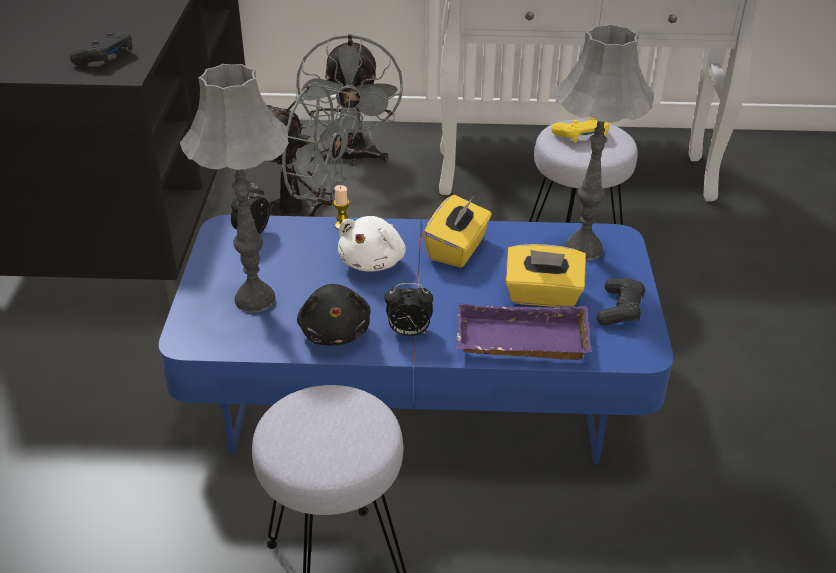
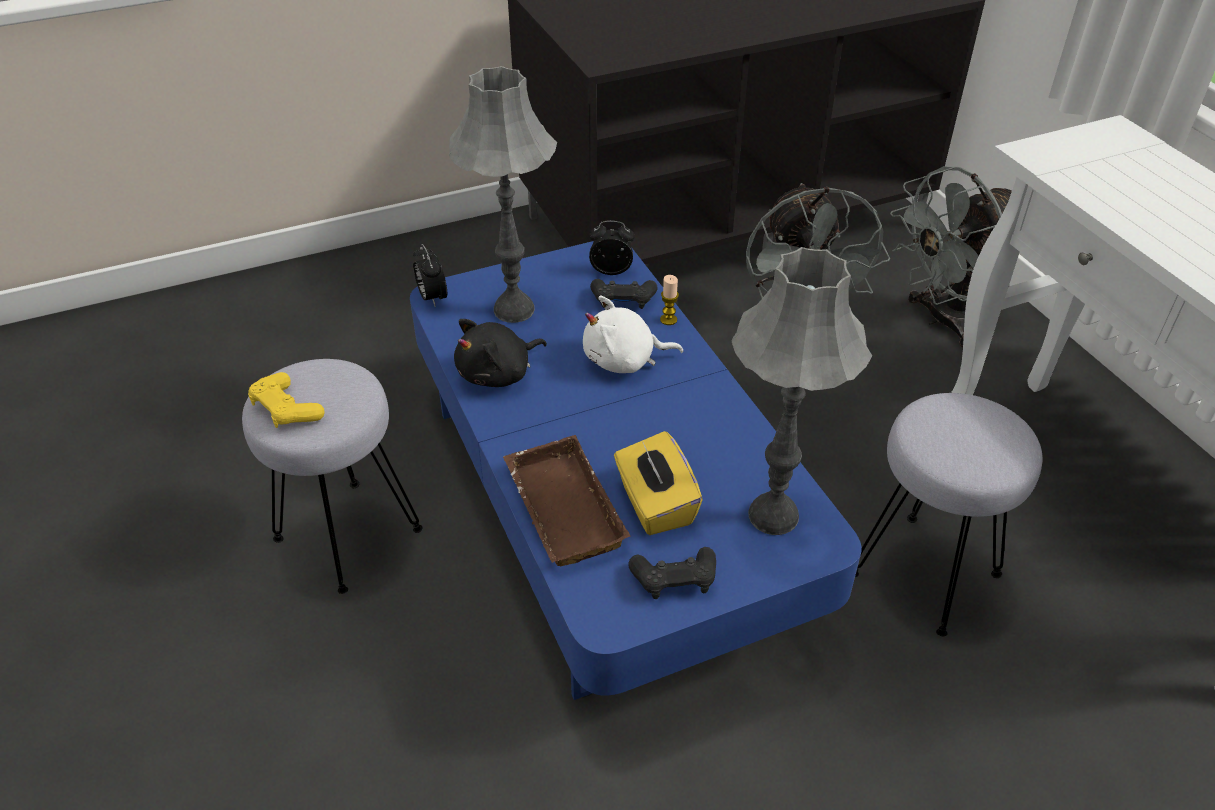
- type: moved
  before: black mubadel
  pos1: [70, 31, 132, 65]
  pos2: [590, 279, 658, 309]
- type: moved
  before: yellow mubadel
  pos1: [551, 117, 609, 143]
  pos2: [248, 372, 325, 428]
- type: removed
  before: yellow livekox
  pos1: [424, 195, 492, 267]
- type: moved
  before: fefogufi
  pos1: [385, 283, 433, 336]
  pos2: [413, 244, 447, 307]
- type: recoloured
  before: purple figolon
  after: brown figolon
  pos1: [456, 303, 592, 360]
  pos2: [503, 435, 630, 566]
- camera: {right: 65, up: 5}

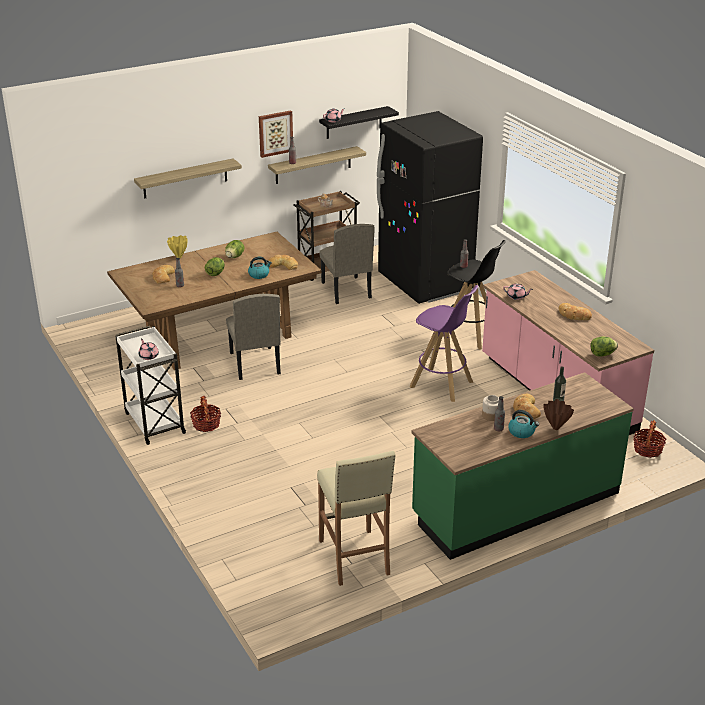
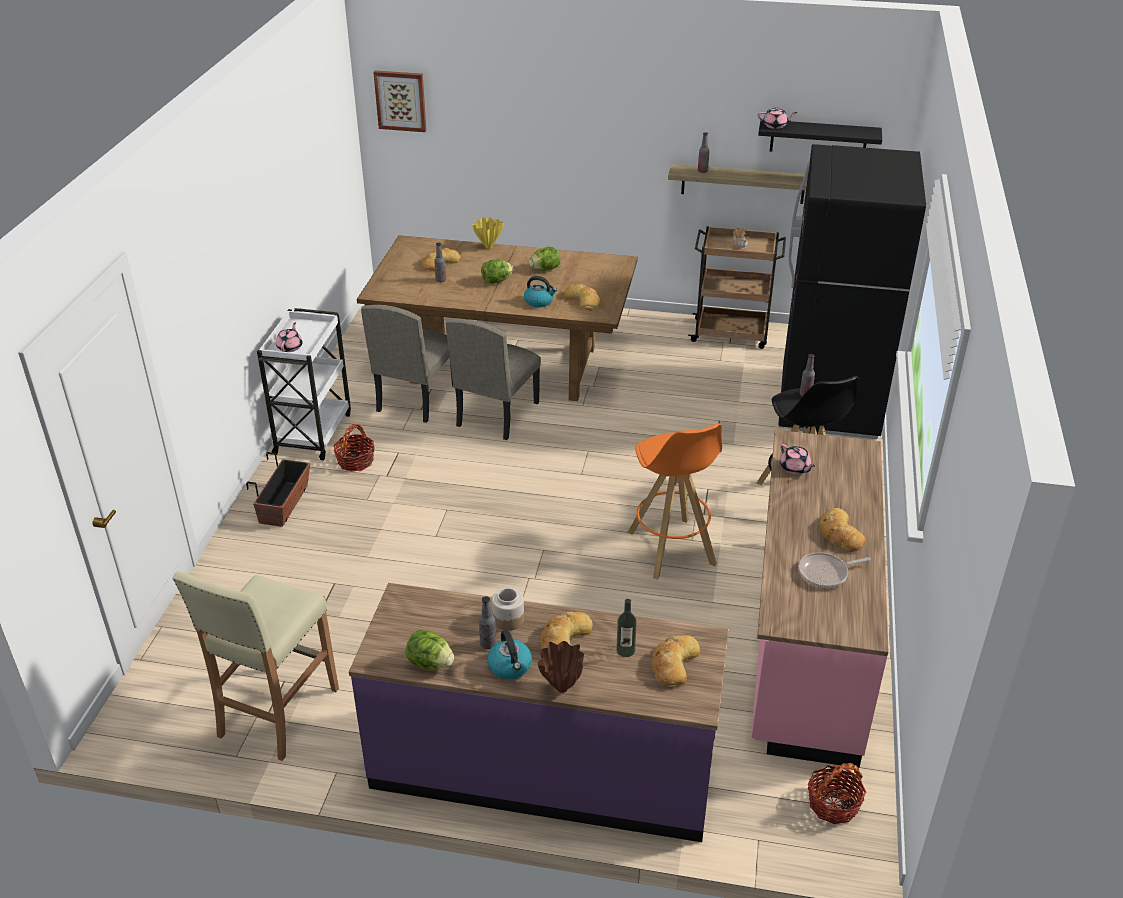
- type: moved
  before: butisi
  pos1: [259, 110, 293, 158]
  pos2: [373, 70, 427, 132]
- type: removed
  before: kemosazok
  pos1: [134, 158, 242, 198]
- type: moved
  before: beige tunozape
  pos1: [319, 224, 375, 304]
  pos2: [361, 305, 453, 423]
- type: recoloured
  before: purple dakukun
  after: orange dakukun
  pos1: [410, 285, 478, 402]
  pos2: [627, 423, 722, 580]
- type: moved
  before: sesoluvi
  pos1: [590, 336, 618, 357]
  pos2: [405, 630, 454, 670]
- type: recoloured
  before: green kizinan
  after: purple kizinan
  pos1: [411, 372, 634, 560]
  pos2: [349, 583, 729, 842]
- type: added
  after: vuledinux
  pos2: [246, 452, 310, 527]
- type: added
  after: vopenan
  pos2: [798, 552, 871, 588]
- type: added
  after: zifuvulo
  pos2: [652, 635, 700, 686]
- camera: {right: 40, up: 5}

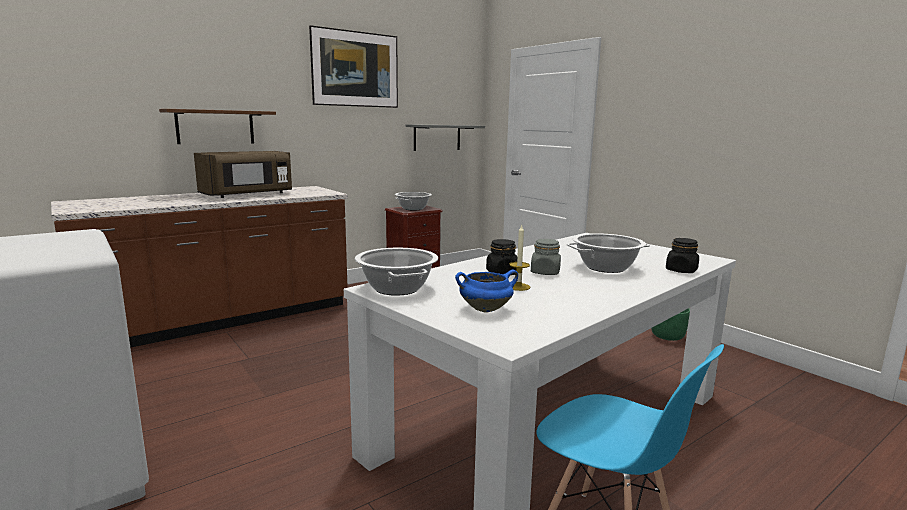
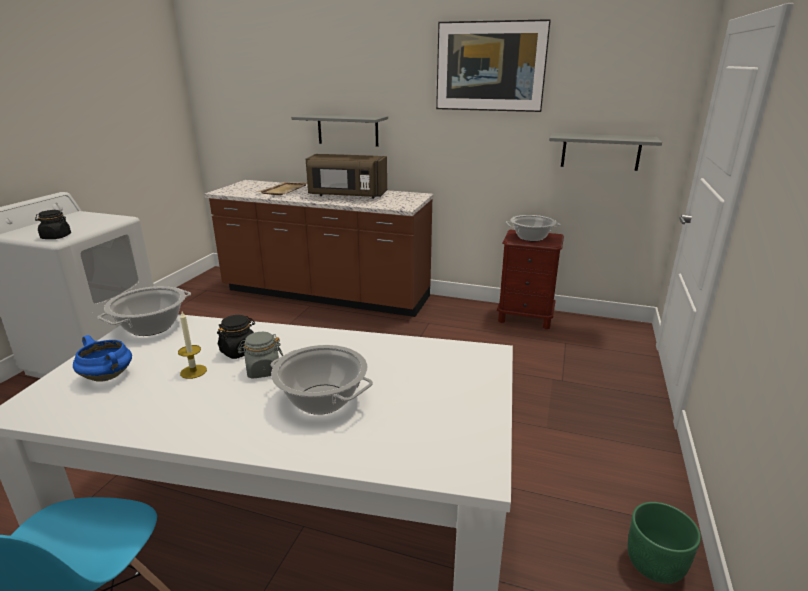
- type: recoloured
  before: brown kemosazok
  after: grey kemosazok
  pos1: [159, 109, 276, 144]
  pos2: [291, 114, 388, 147]
- type: moved
  before: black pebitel
  pos1: [666, 238, 699, 273]
  pos2: [35, 210, 71, 239]
- type: added
  after: beige figolon
  pos2: [256, 182, 307, 195]
- camera: {right: 55, up: 10}

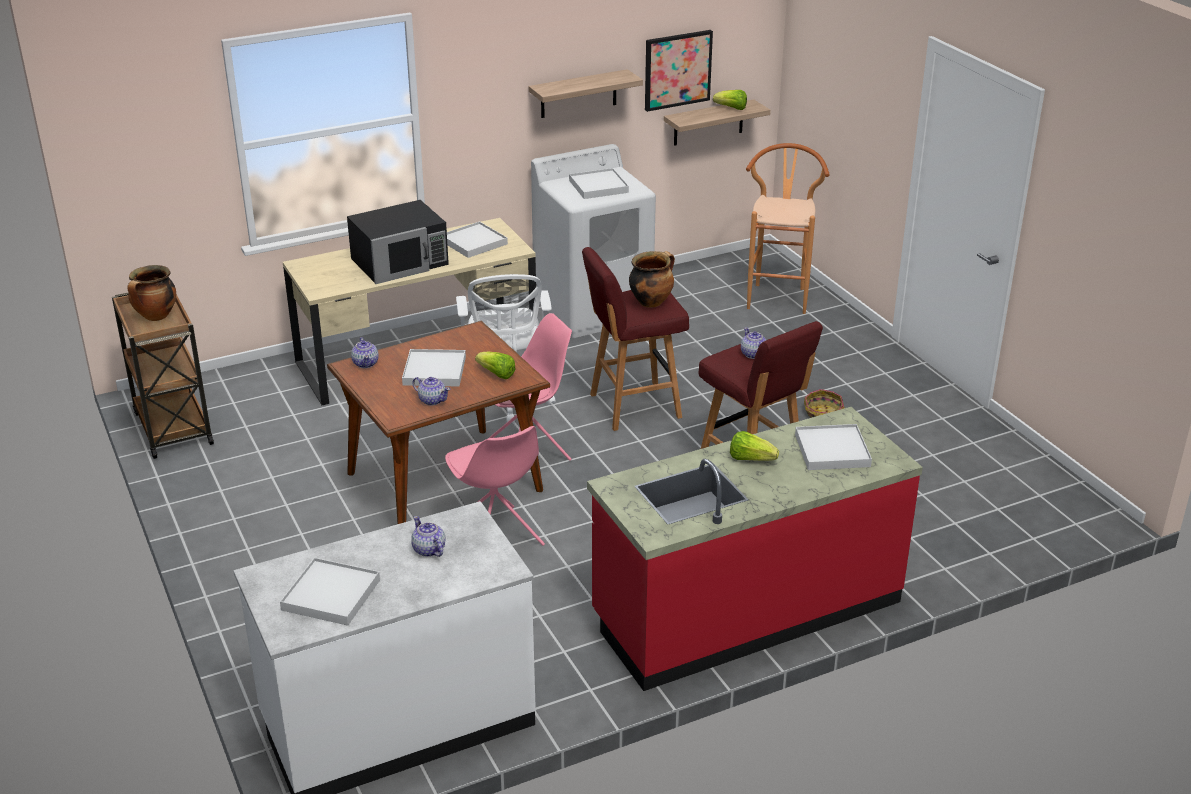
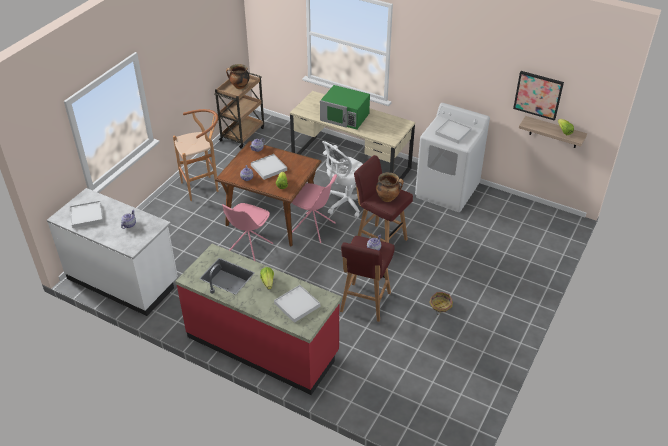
- type: removed
  before: kemosazok
  pos1: [529, 69, 643, 118]
- type: moved
  before: brown dakukun
  pos1: [746, 143, 830, 314]
  pos2: [173, 109, 219, 201]
- type: recoloured
  before: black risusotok
  after: green risusotok
  pos1: [347, 200, 449, 284]
  pos2: [320, 85, 370, 130]
- type: removed
  before: white figolon
  pos1: [447, 221, 508, 258]
- camera: {right: 55, up: 10}

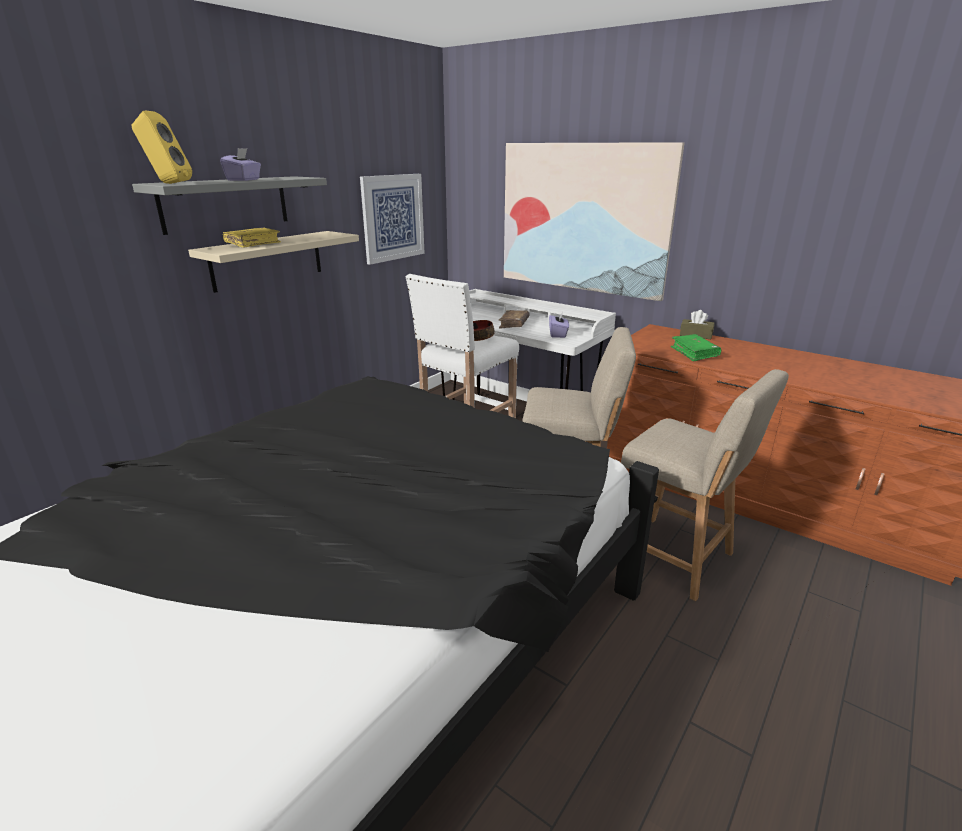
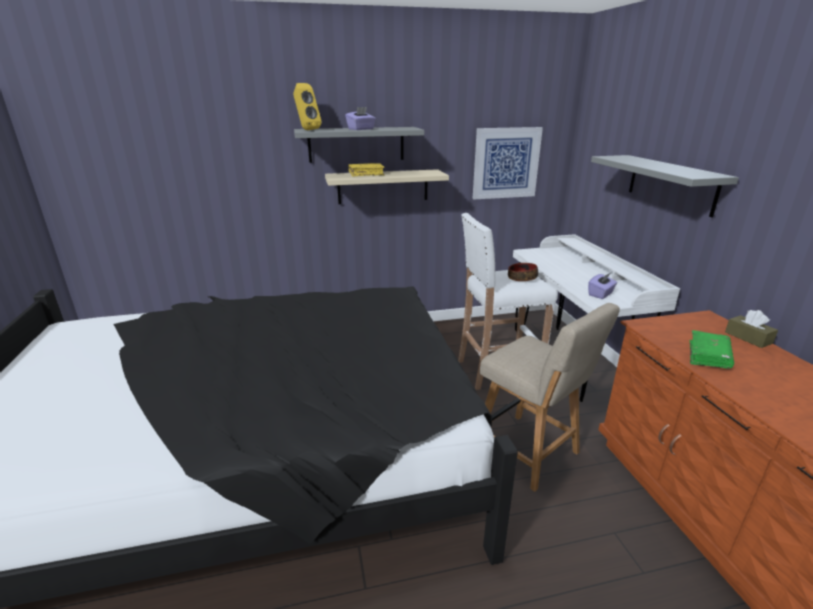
- type: replaced
  before: butisi
  after: grey kemosazok
  pos1: [504, 142, 685, 301]
  pos2: [591, 155, 739, 217]
- type: removed
  before: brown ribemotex
  pos1: [498, 310, 530, 328]
- type: removed
  before: beige tunozape
  pos1: [621, 369, 789, 601]
- camera: {right: 40, up: 0}

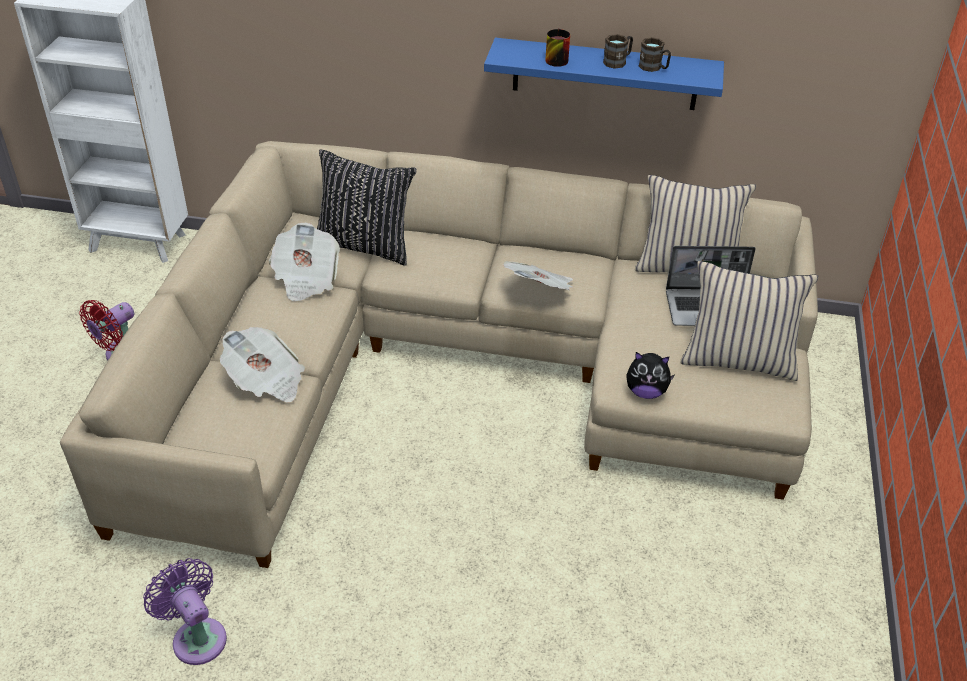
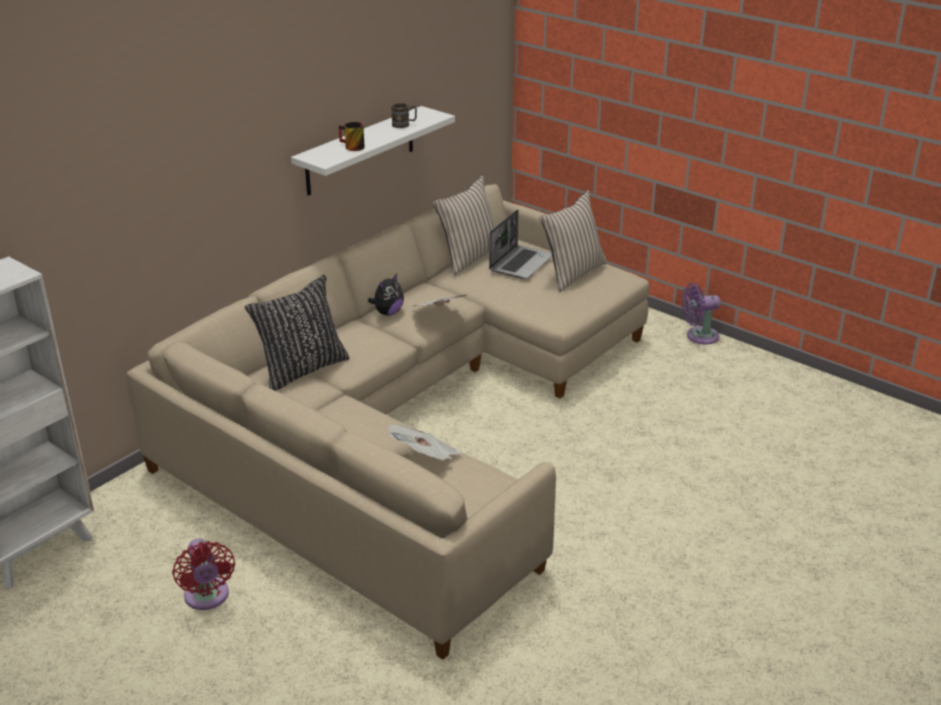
- type: removed
  before: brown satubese
  pos1: [603, 34, 633, 69]
- type: recoloured
  before: blue kemosazok
  after: white kemosazok
  pos1: [484, 38, 724, 110]
  pos2: [291, 106, 455, 196]
- type: removed
  before: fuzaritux
  pos1: [269, 223, 340, 301]
- type: moved
  before: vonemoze
  pos1: [626, 352, 675, 399]
  pos2: [368, 274, 404, 315]
- type: moved
  before: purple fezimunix
  pos1: [143, 558, 227, 665]
  pos2: [682, 283, 721, 345]
- camera: {right: -60, up: -10}

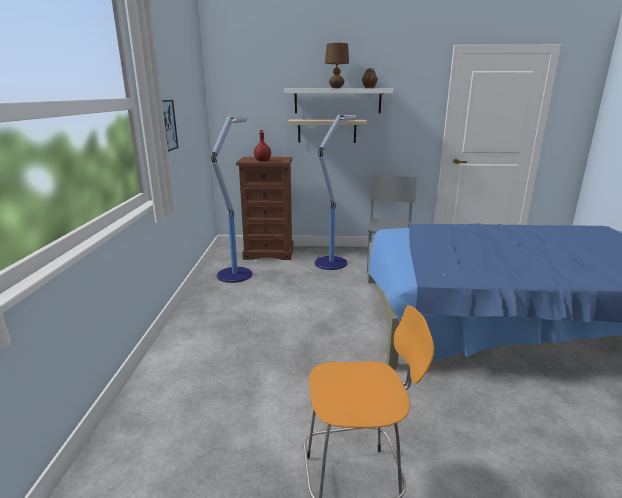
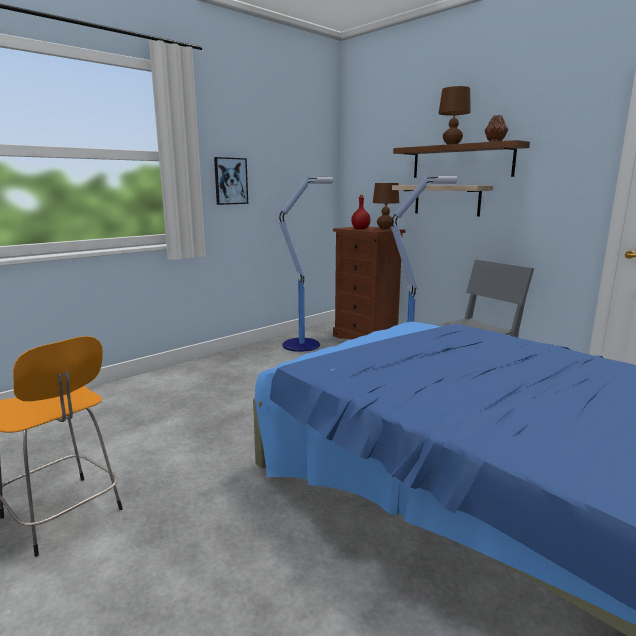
- type: recoloured
  before: white kemosazok
  after: brown kemosazok
  pos1: [284, 89, 394, 113]
  pos2: [393, 140, 530, 178]
- type: added
  after: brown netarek
  pos2: [373, 183, 399, 229]
- camera: {right: 45, up: -5}

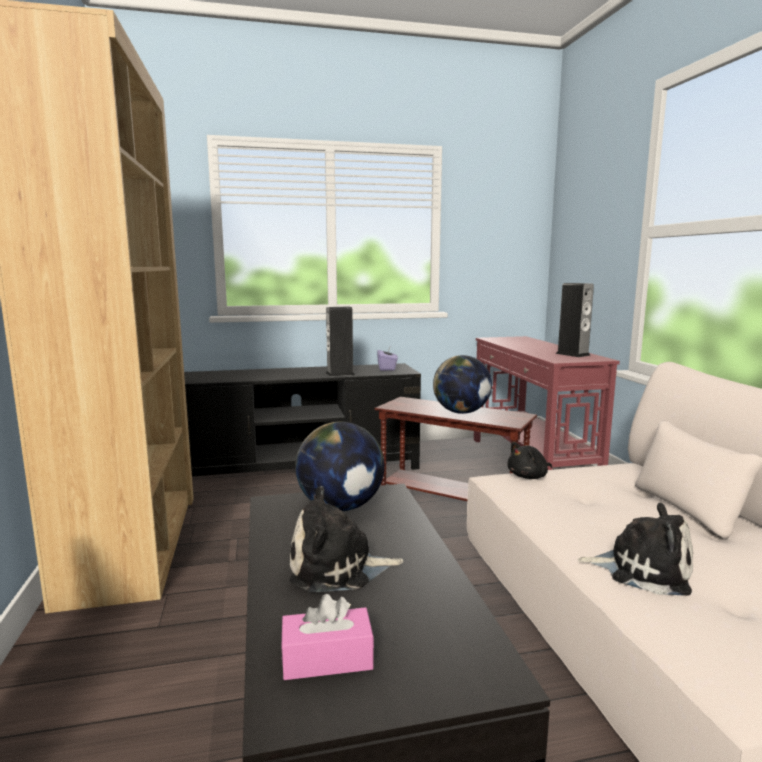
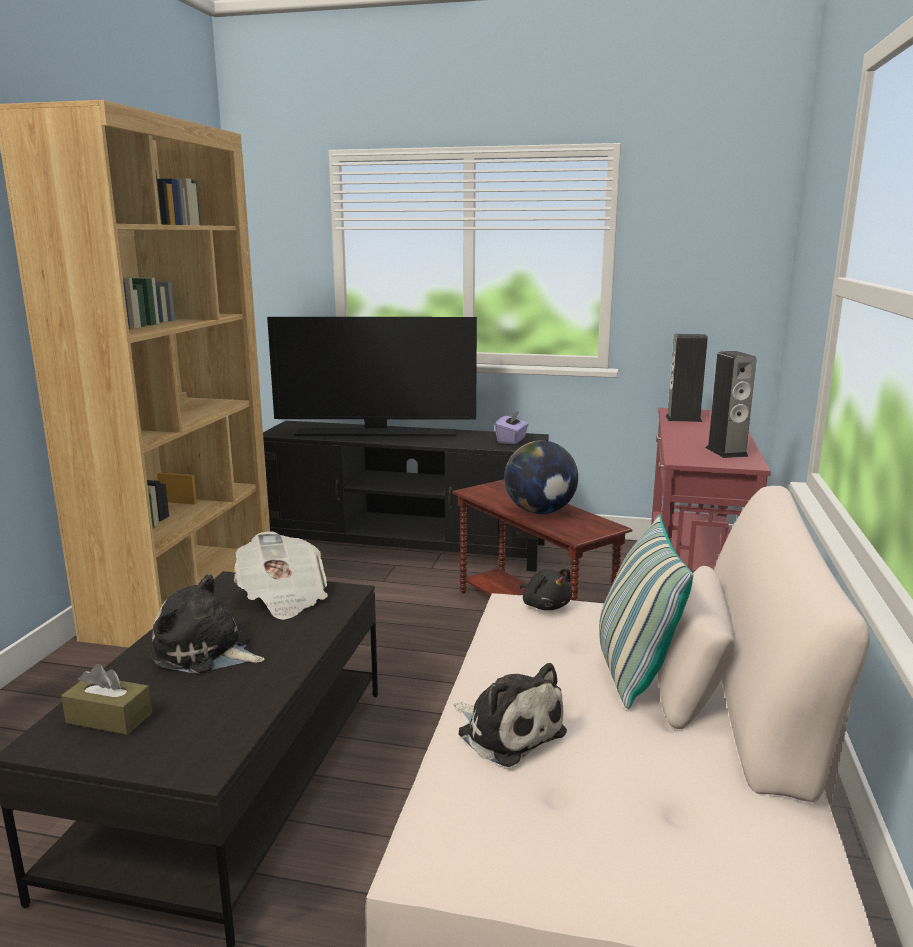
- type: moved
  before: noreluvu
  pos1: [326, 307, 355, 376]
  pos2: [666, 334, 708, 422]
- type: replaced
  before: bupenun
  after: fuzaritux
  pos1: [295, 422, 385, 511]
  pos2: [234, 531, 328, 620]
- type: turned
  before: black vonemoze
  pos1: [507, 442, 552, 479]
  pos2: [520, 569, 572, 610]
  turn: -120
- type: recoloured
  before: pink livekox
  after: brown livekox
  pos1: [281, 594, 374, 680]
  pos2: [61, 664, 152, 735]
- type: added
  after: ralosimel
  pos2: [267, 317, 477, 436]
- type: added
  after: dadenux
  pos2: [599, 515, 693, 709]
- camera: {right: 25, up: 5}

